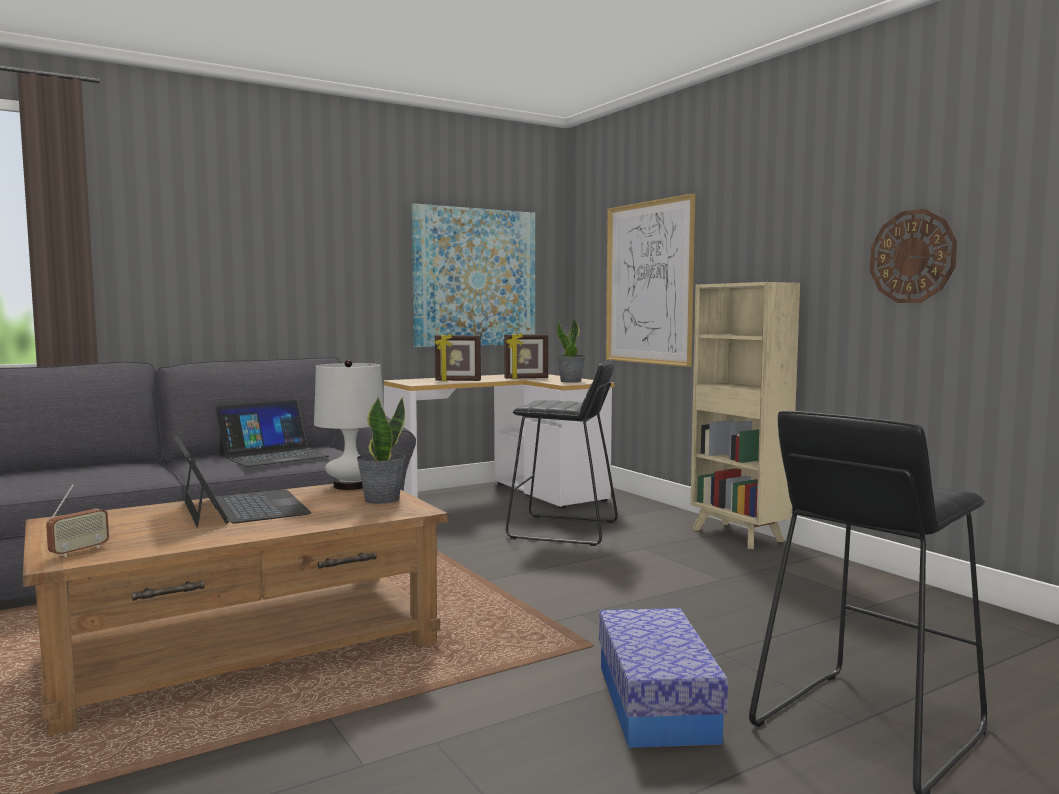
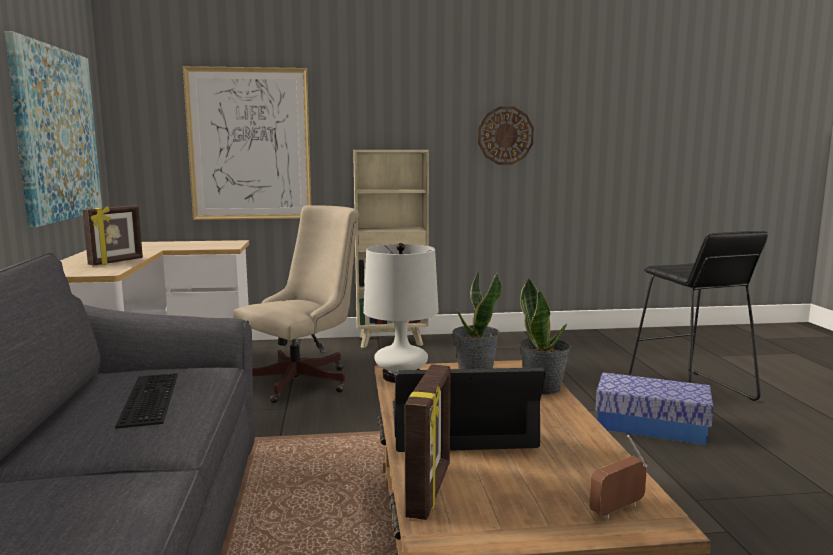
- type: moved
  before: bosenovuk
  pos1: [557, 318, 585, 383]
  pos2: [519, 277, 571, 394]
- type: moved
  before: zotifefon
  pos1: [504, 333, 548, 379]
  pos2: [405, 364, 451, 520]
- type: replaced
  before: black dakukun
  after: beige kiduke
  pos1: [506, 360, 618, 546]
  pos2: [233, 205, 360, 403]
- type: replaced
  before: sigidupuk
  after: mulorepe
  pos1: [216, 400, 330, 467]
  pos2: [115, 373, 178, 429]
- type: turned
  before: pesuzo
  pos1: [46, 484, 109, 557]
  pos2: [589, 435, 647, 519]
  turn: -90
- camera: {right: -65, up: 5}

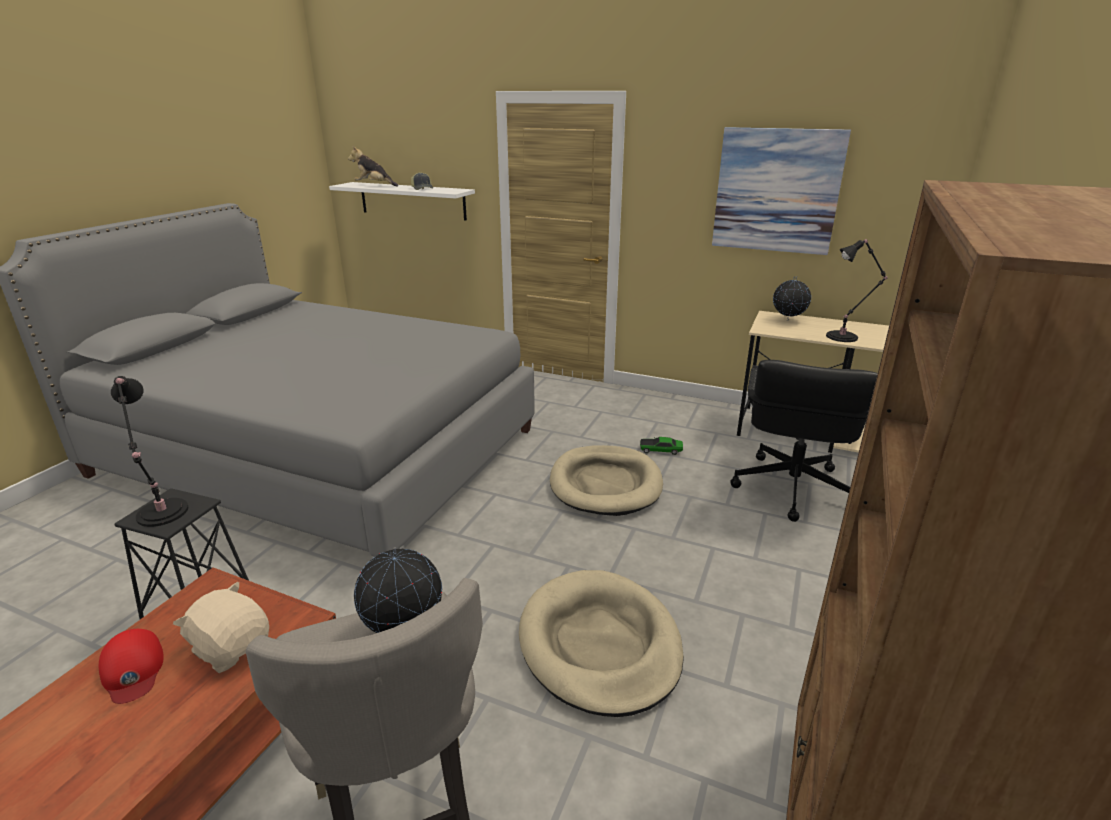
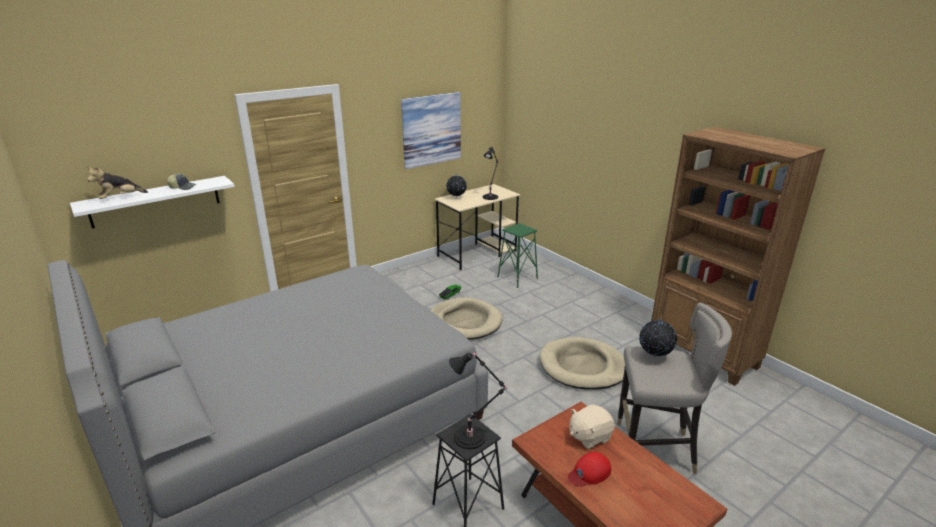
- type: replaced
  before: black kiduke
  after: green dakukun
  pos1: [730, 360, 878, 522]
  pos2: [497, 223, 538, 288]
- type: turned
  before: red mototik
  pos1: [99, 629, 164, 704]
  pos2: [568, 452, 611, 487]
  turn: 150
- camera: {right: -60, up: 0}

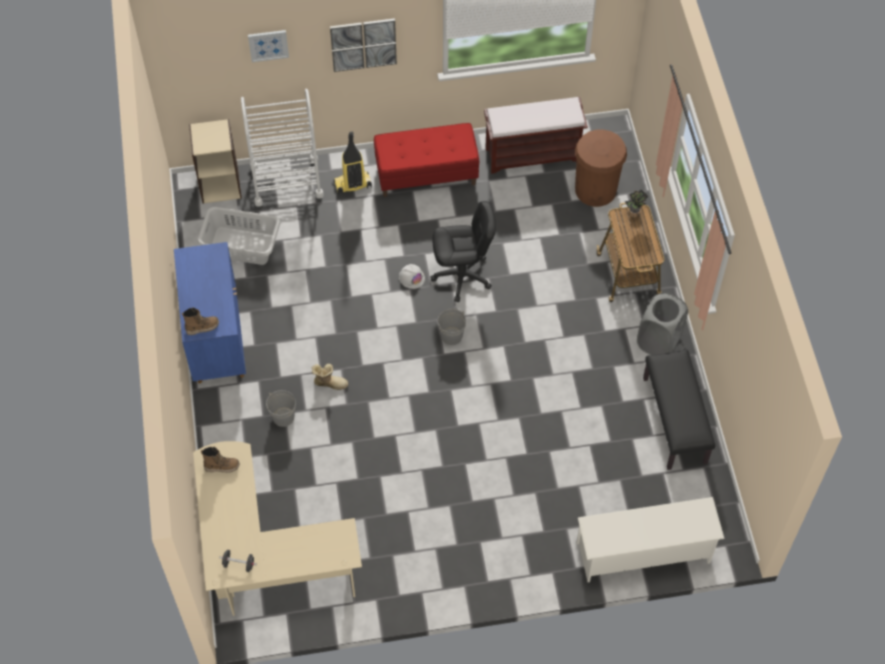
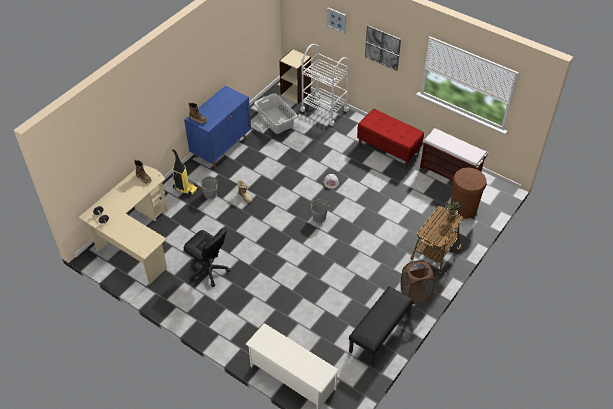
- type: moved
  before: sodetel
  pos1: [333, 131, 372, 195]
  pos2: [172, 149, 199, 196]
- type: moved
  before: black kiduke
  pos1: [430, 201, 496, 302]
  pos2: [184, 228, 230, 287]
- type: recoloured
  before: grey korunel
  after: brown korunel
  pos1: [637, 292, 688, 355]
  pos2: [401, 260, 434, 304]
- camera: {right: 45, up: -10}

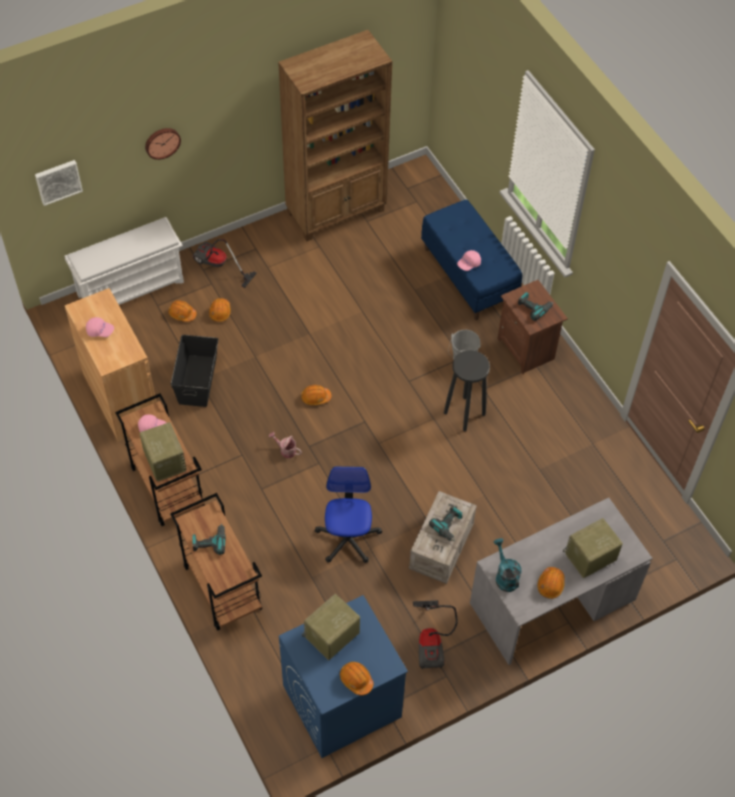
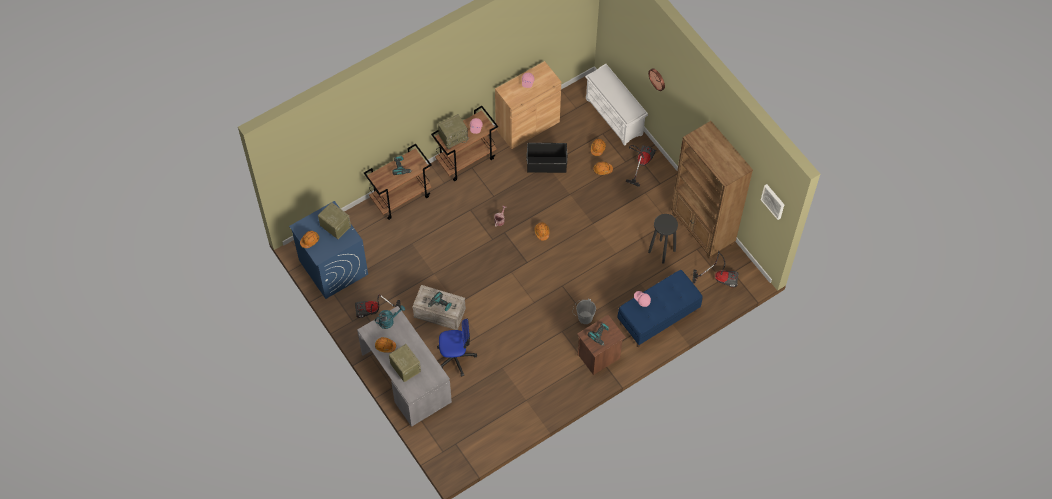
- type: moved
  before: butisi
  pos1: [35, 160, 83, 206]
  pos2: [761, 184, 785, 220]
- type: moved
  before: black dakukun
  pos1: [444, 350, 490, 431]
  pos2: [648, 214, 678, 264]
- type: moved
  before: kiduke
  pos1: [315, 466, 382, 563]
  pos2: [437, 319, 477, 376]
- type: added
  after: sodetel
  pos2: [692, 251, 738, 287]
- camera: {right: 85, up: 5}

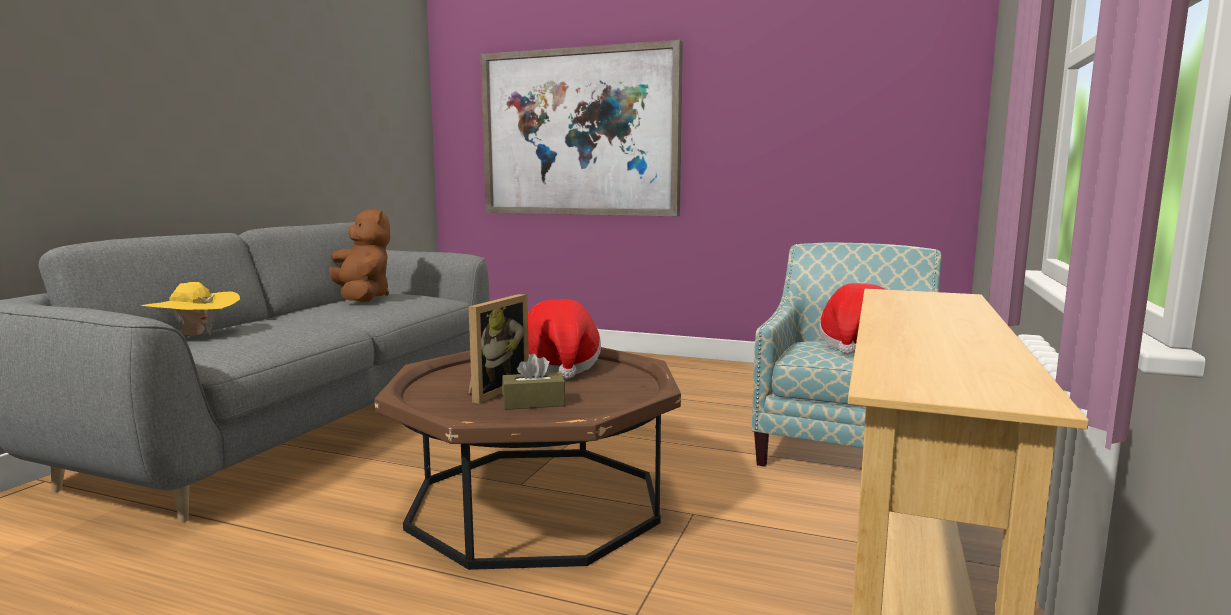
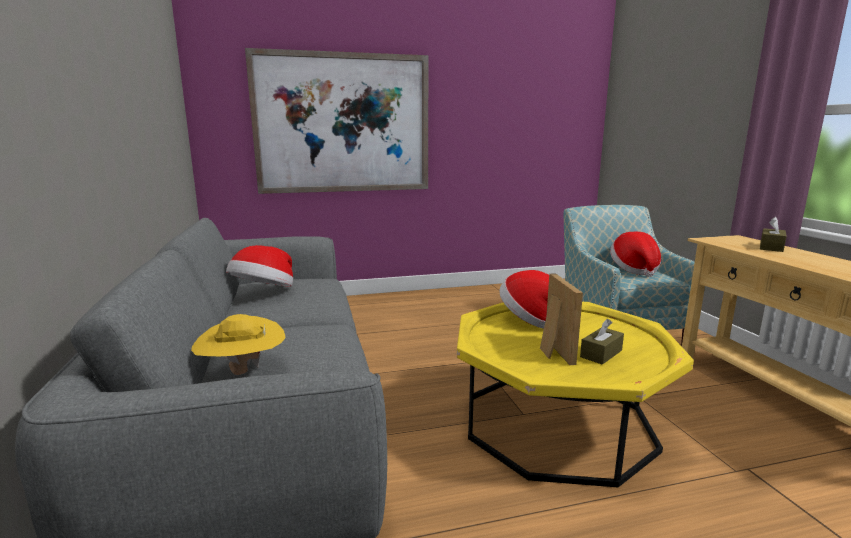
- type: replaced
  before: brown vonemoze
  after: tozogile
  pos1: [329, 208, 390, 302]
  pos2: [226, 245, 293, 287]
- type: recoloured
  before: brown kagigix
  after: yellow kagigix
  pos1: [375, 347, 681, 570]
  pos2: [457, 302, 694, 487]
- type: added
  after: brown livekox
  pos2: [760, 217, 787, 252]
- camera: {right: -35, up: 5}

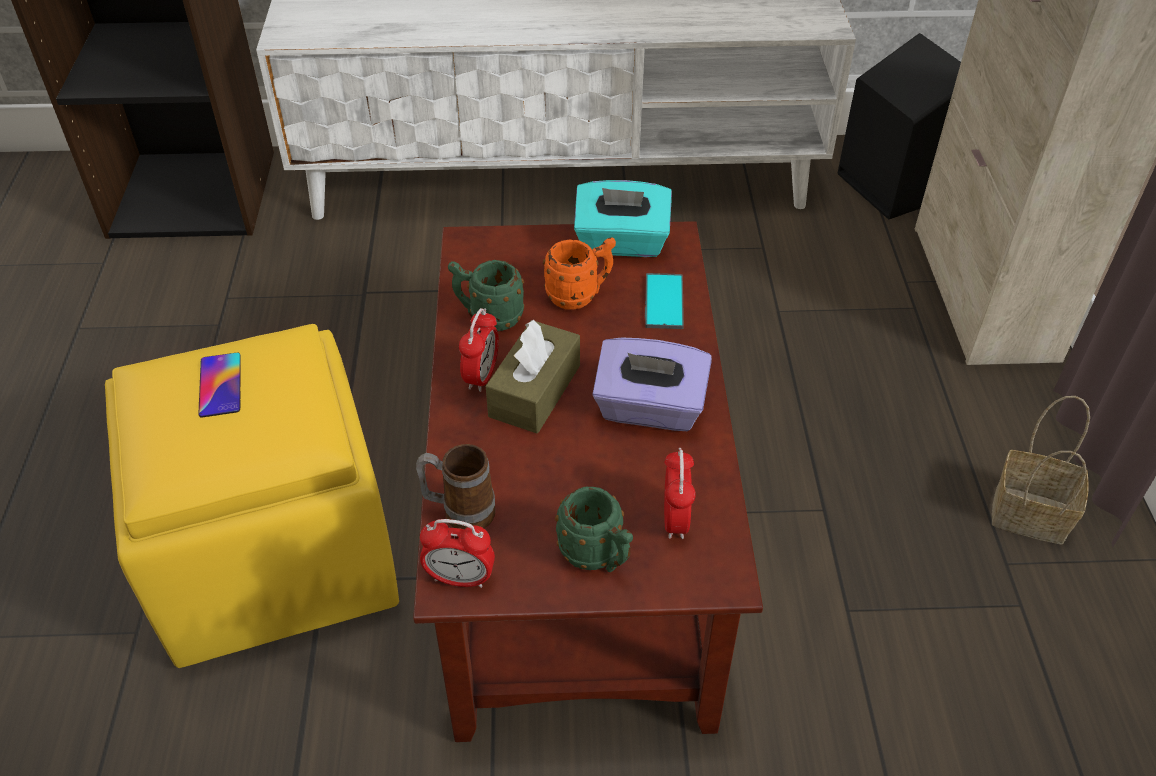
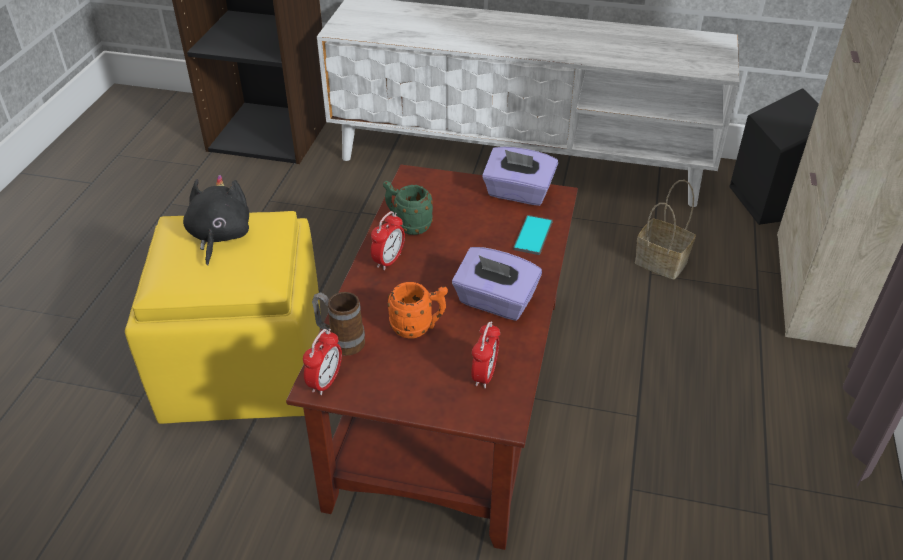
- type: recoloured
  before: turquoise livekox
  after: purple livekox
  pos1: [574, 180, 672, 257]
  pos2: [482, 146, 558, 206]
- type: moved
  before: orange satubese
  pos1: [543, 237, 616, 309]
  pos2: [388, 282, 448, 338]
- type: removed
  before: brown livekox
  pos1: [486, 320, 580, 433]
- type: replaced
  before: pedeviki
  after: black vonemoze
  pos1: [198, 353, 241, 417]
  pos2: [183, 175, 249, 266]
- type: moved
  before: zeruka
  pos1: [992, 396, 1090, 544]
  pos2: [635, 180, 696, 279]
- type: removed
  before: green satubese
  pos1: [555, 487, 633, 572]
- type: turned
  before: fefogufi
  pos1: [420, 519, 495, 588]
  pos2: [303, 329, 342, 395]
  turn: -90
- camera: {right: 15, up: -5}

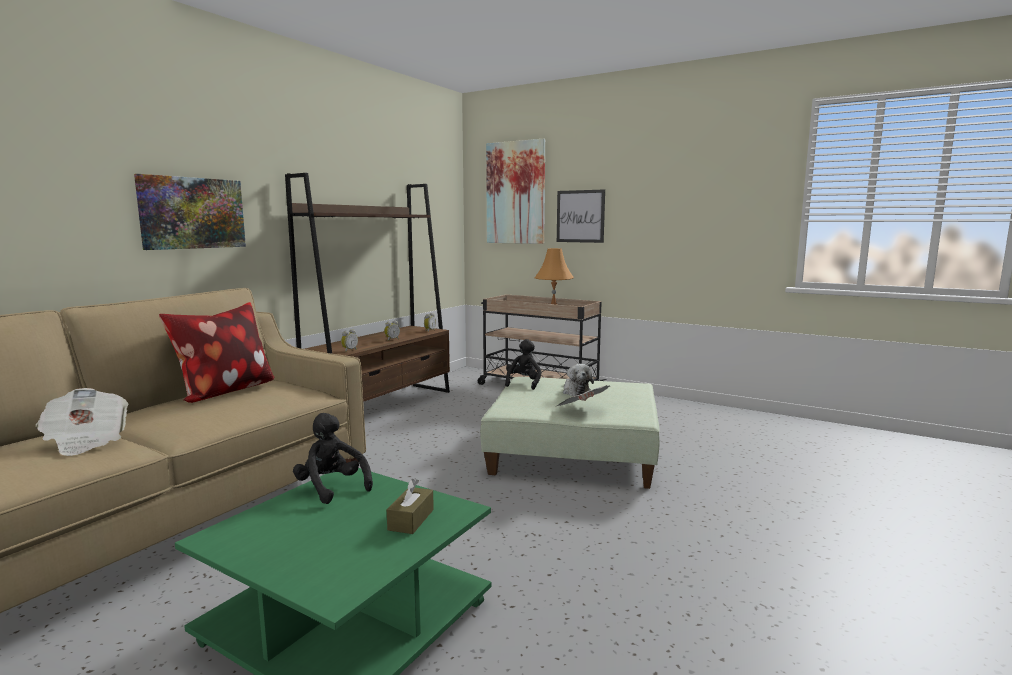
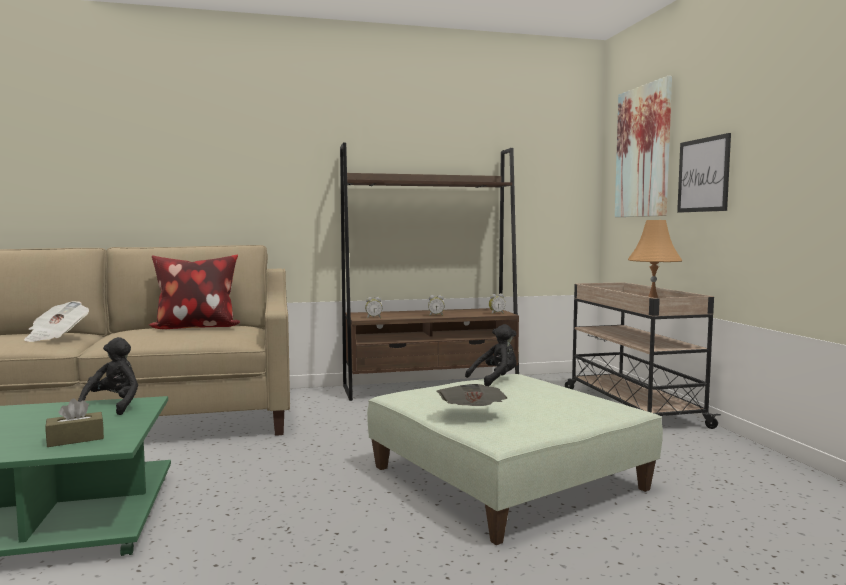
- type: removed
  before: butisi
  pos1: [134, 174, 246, 250]
- type: removed
  before: vonemoze
  pos1: [563, 364, 594, 397]
- camera: {right: 45, up: -5}

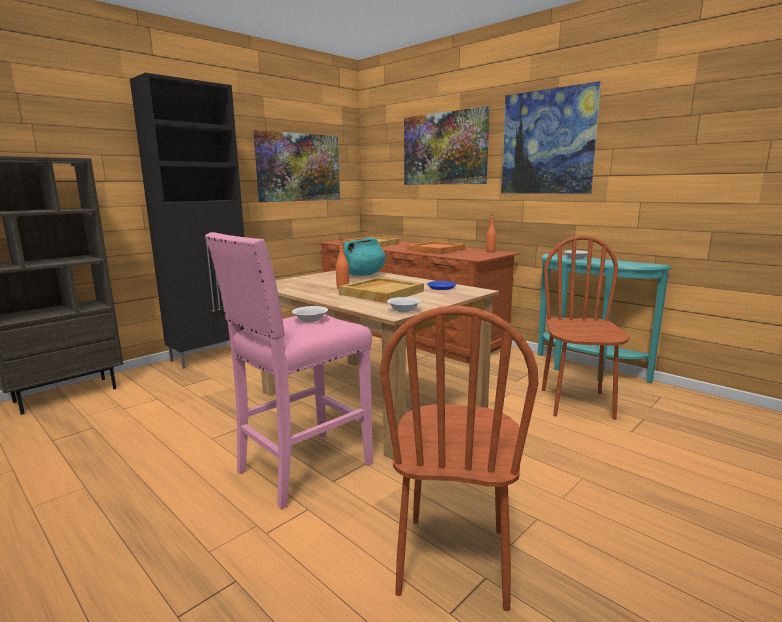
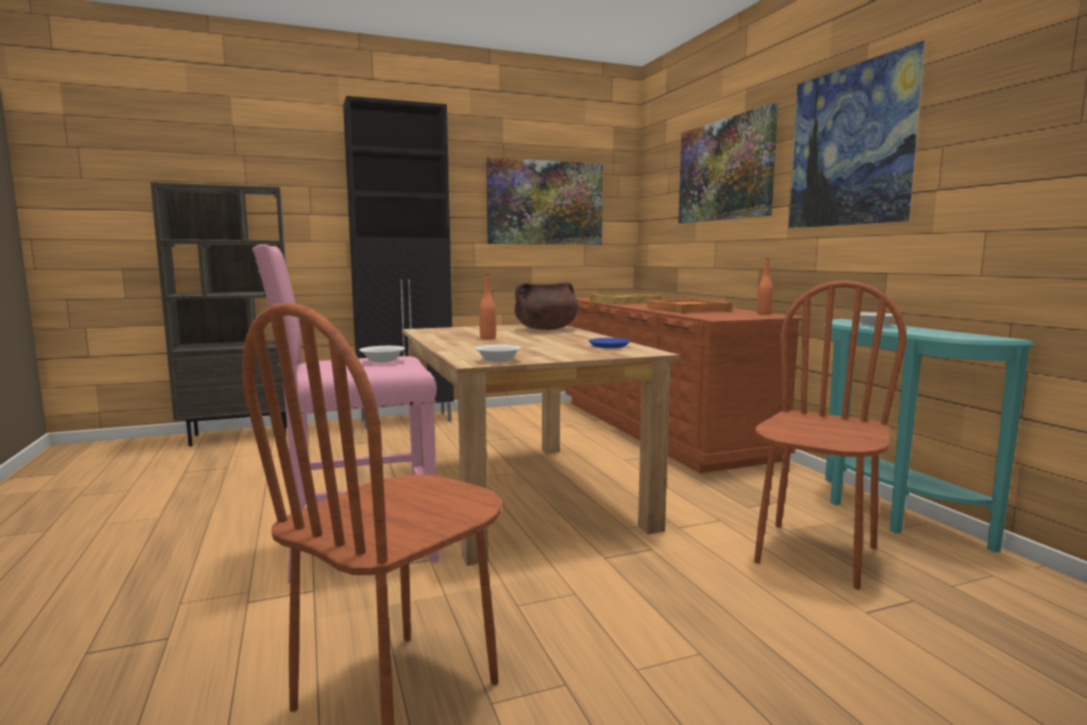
- type: recoloured
  before: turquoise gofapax
  after: brown gofapax
  pos1: [337, 238, 386, 276]
  pos2: [514, 282, 578, 330]
- type: removed
  before: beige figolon
  pos1: [339, 277, 424, 303]
- camera: {right: 25, up: -5}

